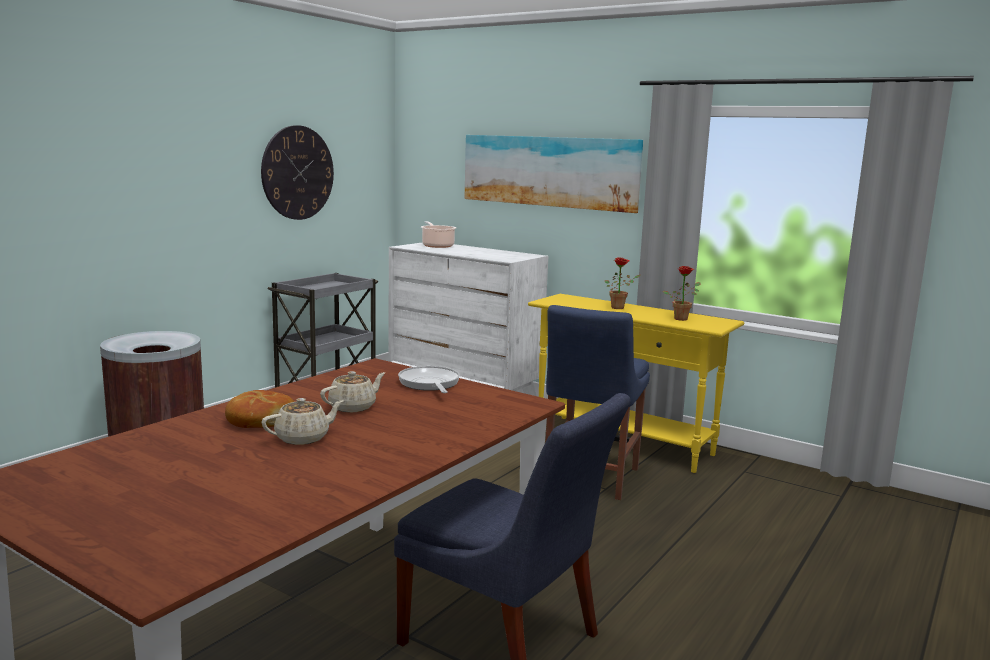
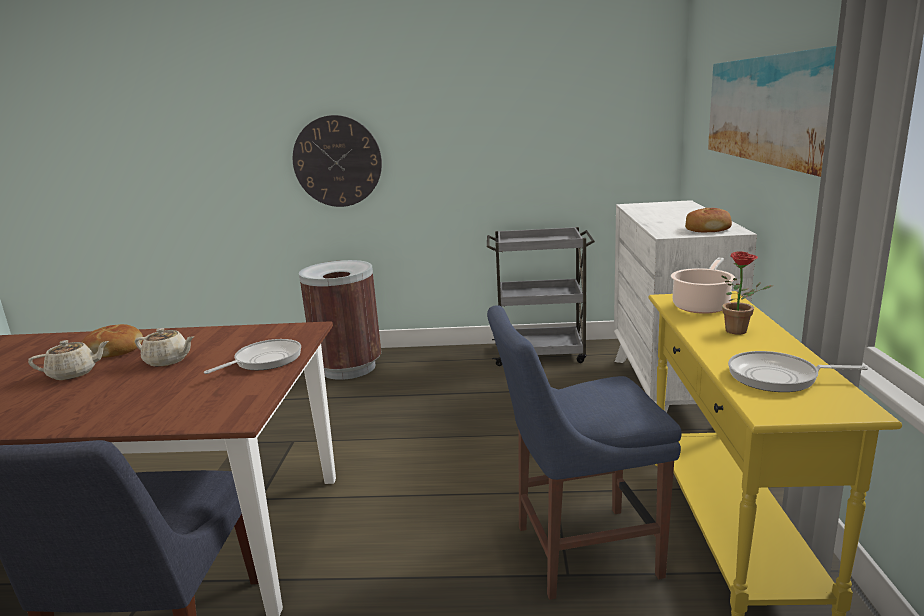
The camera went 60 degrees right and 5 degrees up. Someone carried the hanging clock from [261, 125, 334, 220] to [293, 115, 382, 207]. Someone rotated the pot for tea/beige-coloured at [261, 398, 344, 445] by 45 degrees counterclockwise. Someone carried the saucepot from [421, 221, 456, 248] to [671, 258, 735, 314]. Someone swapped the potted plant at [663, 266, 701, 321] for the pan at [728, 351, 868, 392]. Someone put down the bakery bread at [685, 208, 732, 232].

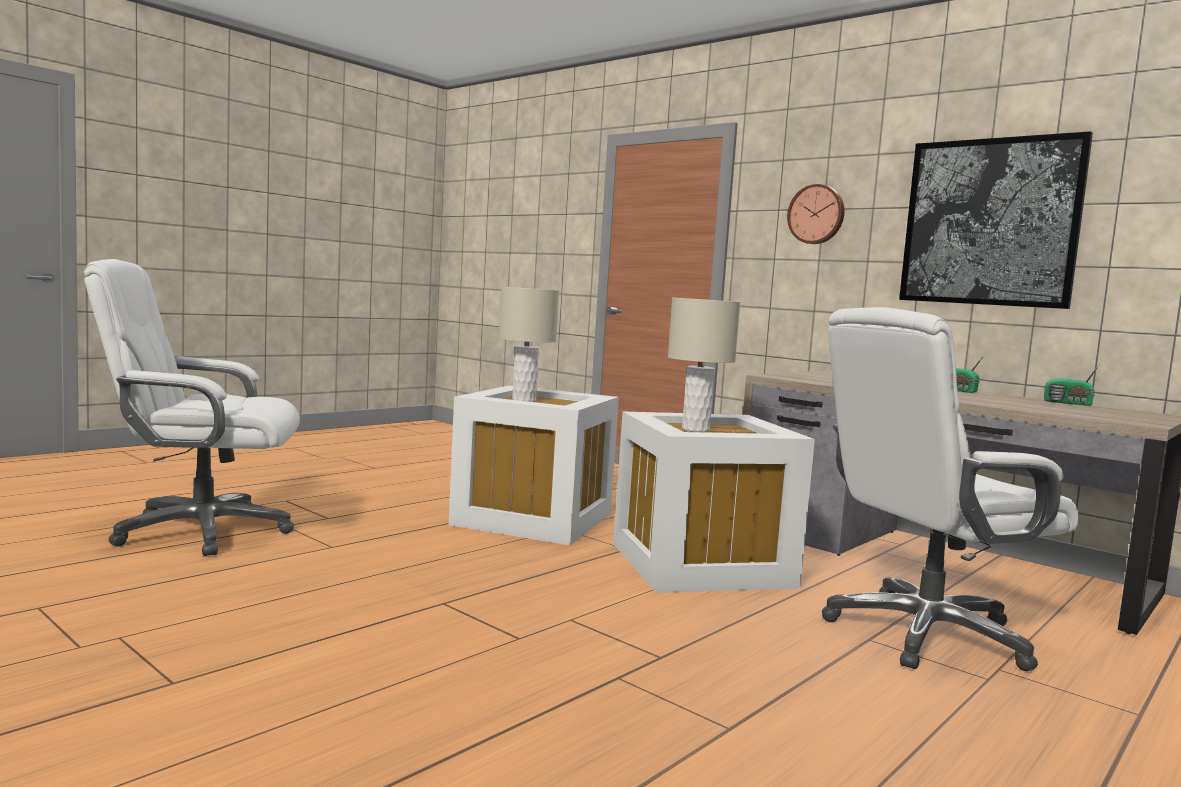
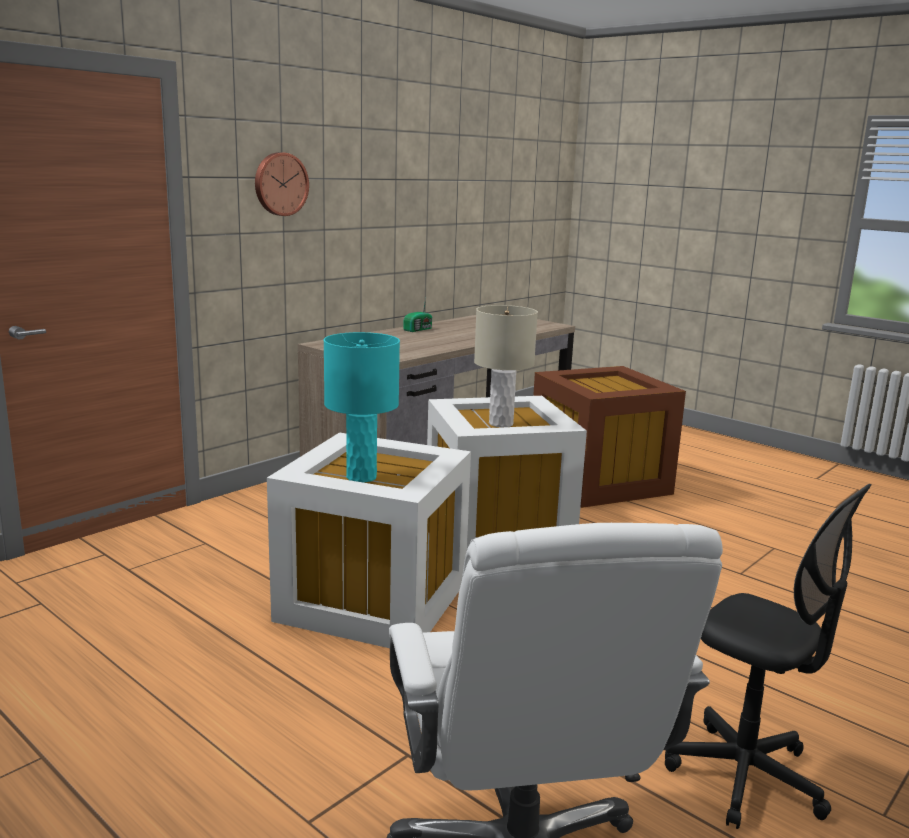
The camera went 90 degrees left and 10 degrees up. Someone repainted the lamp for a table/beige-coloured at [499, 287, 559, 402], which became the lamp for a table/turquoise at [324, 332, 400, 483]. Someone swapped the office chair/whitish at [822, 307, 1079, 671] for the storage box/brown at [533, 366, 686, 508]. Someone took away the wall picture at [899, 131, 1093, 309]. Someone took away the radio set at [1044, 363, 1101, 406]. Someone put down the office chair/black-coloured at [665, 484, 872, 829].

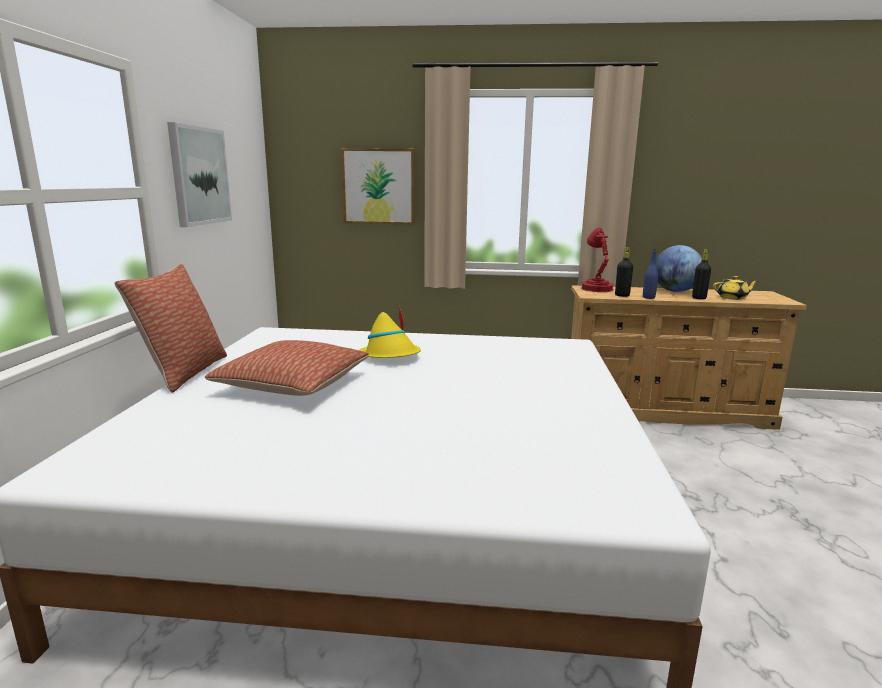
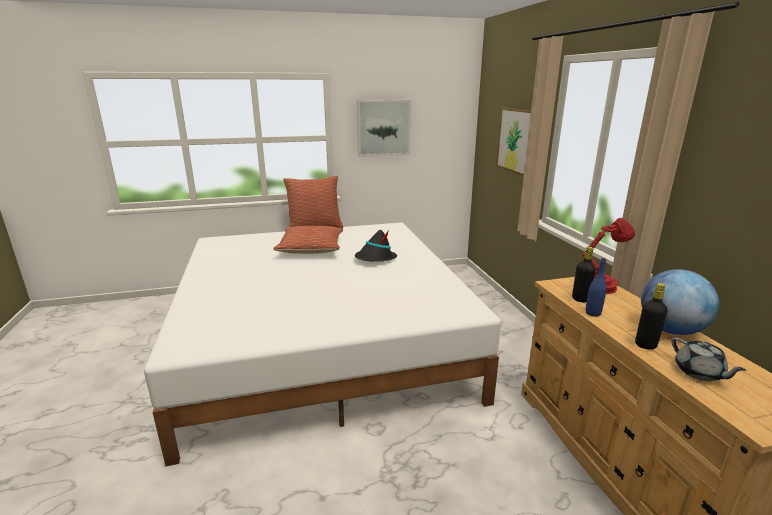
The camera went 70 degrees right and 5 degrees up. Someone repainted the hat/yellow at [359, 305, 421, 358], which became the hat/black-coloured at [355, 230, 397, 262]. Someone repainted the pot for tea/yellow at [713, 276, 758, 299], which became the pot for tea/greyish at [672, 337, 747, 381].

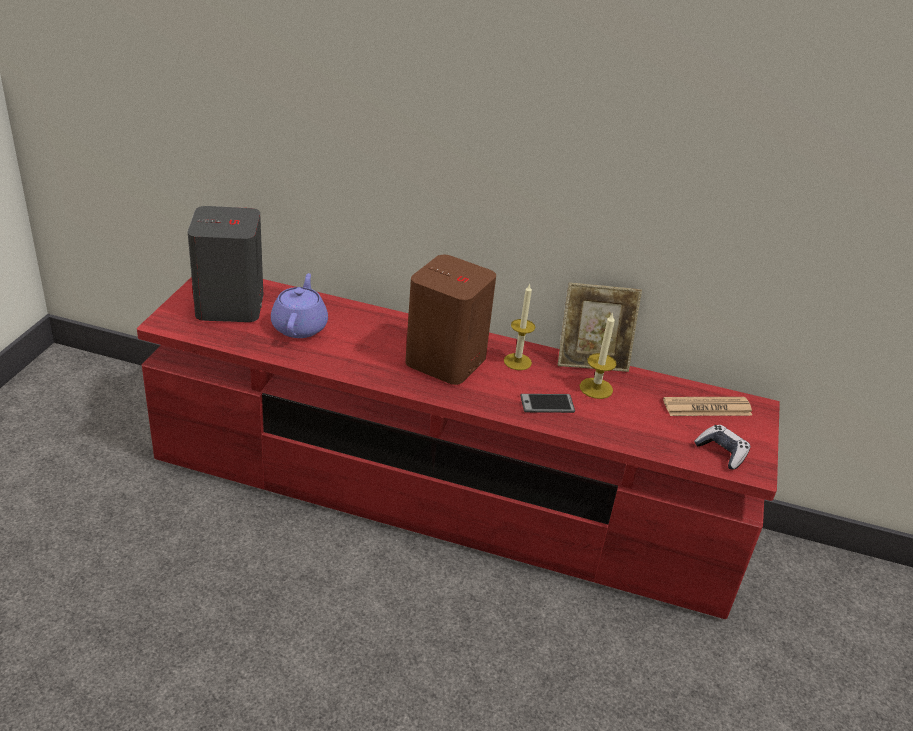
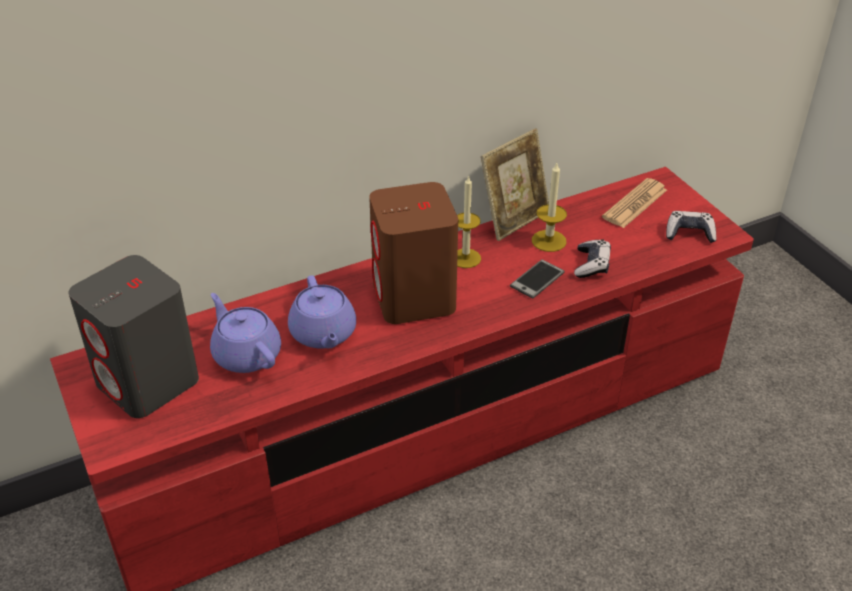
The camera went 40 degrees left and 5 degrees up. Someone put down the pot for tea/purple at [288, 275, 356, 349]. Someone put down the gamepad at [574, 239, 611, 278].

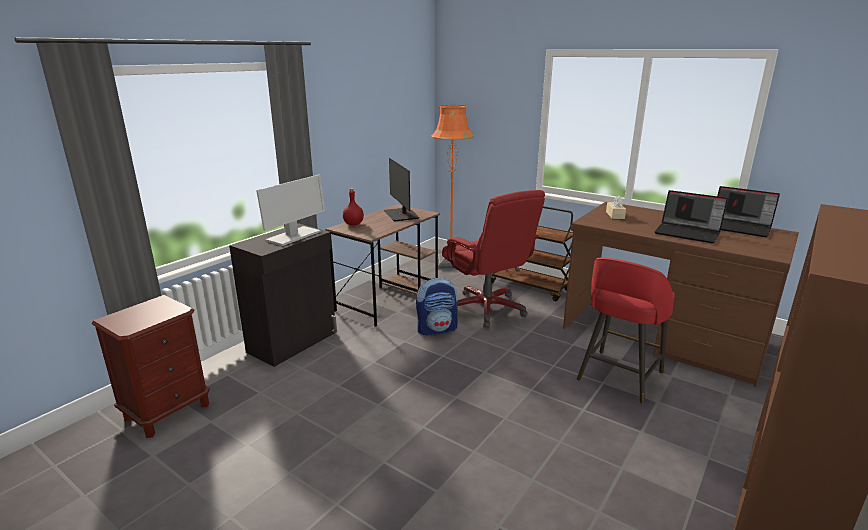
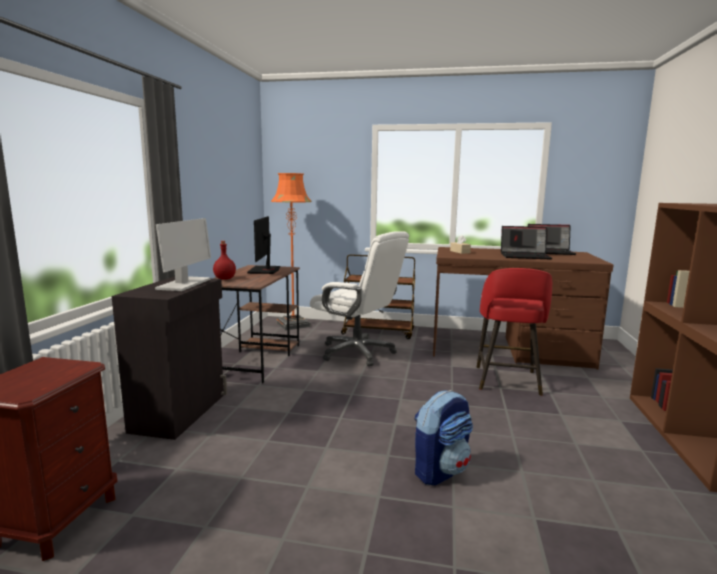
The camera went 25 degrees left and 10 degrees down. Someone rotated the monitor at [384, 158, 419, 221] by 45 degrees clockwise. Someone carried the knapsack from [416, 278, 458, 335] to [414, 390, 473, 486]. Someone repainted the office chair/reddish at [442, 190, 545, 328], which became the office chair/whitish at [310, 231, 409, 366].

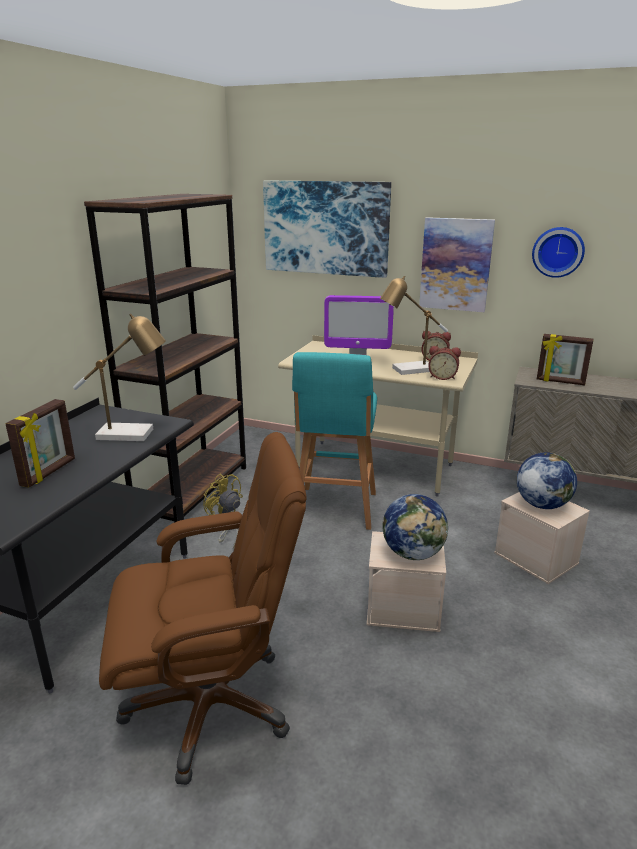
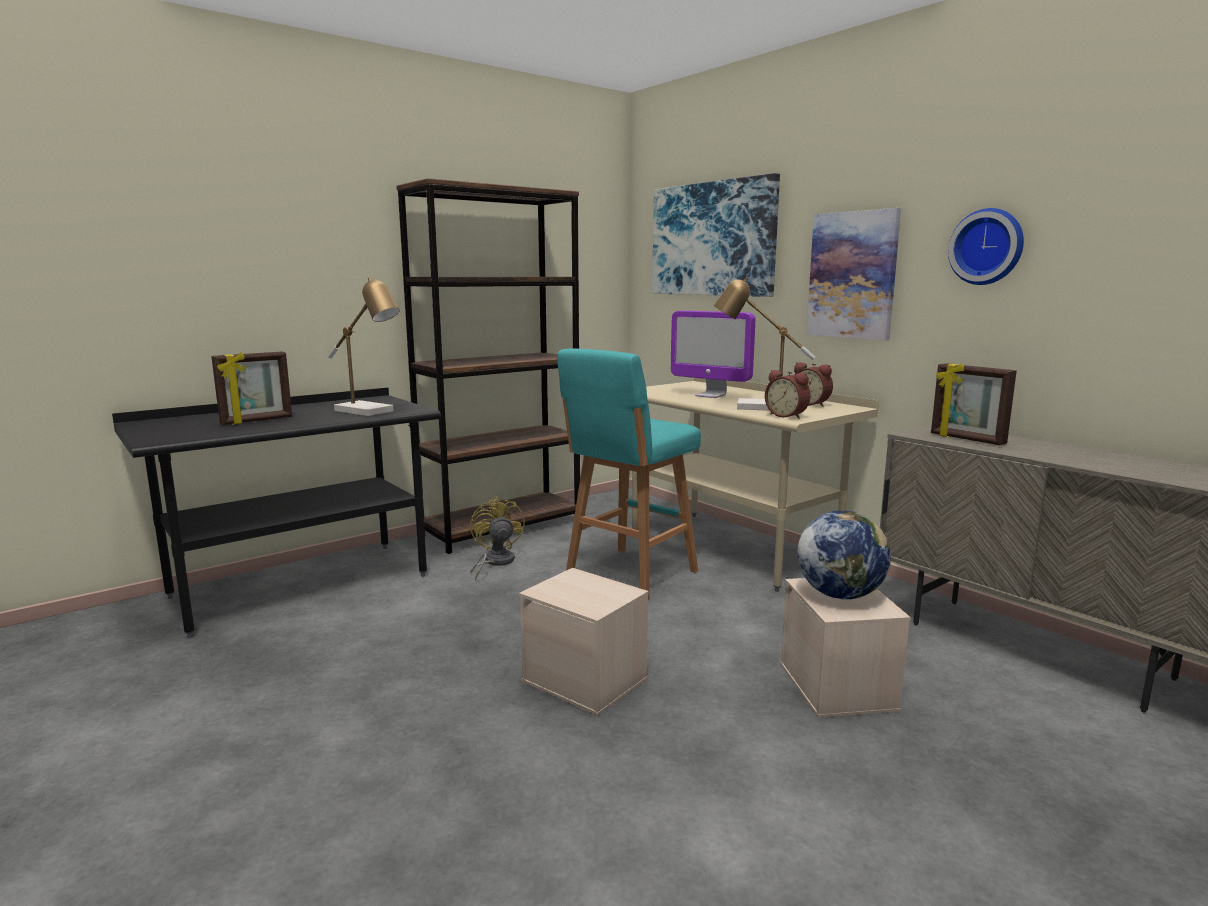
The camera went 30 degrees right and 10 degrees down. Someone took away the office chair/brown at [99, 432, 307, 785]. Someone took away the world globe at [382, 494, 448, 560].

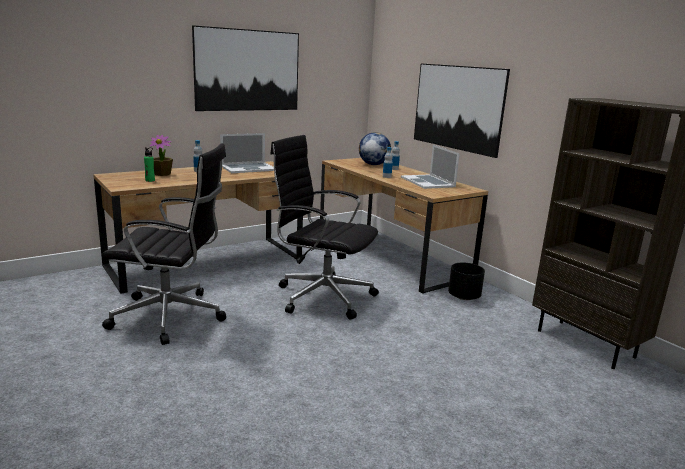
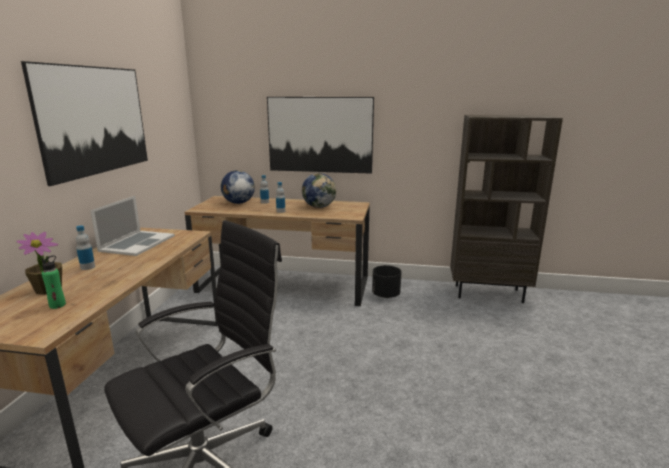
The camera went 45 degrees left and 0 degrees up. Someone took away the office chair/black-coloured at [270, 135, 379, 320]. Someone swapped the notebook computer at [401, 145, 460, 189] for the world globe at [302, 173, 336, 208].

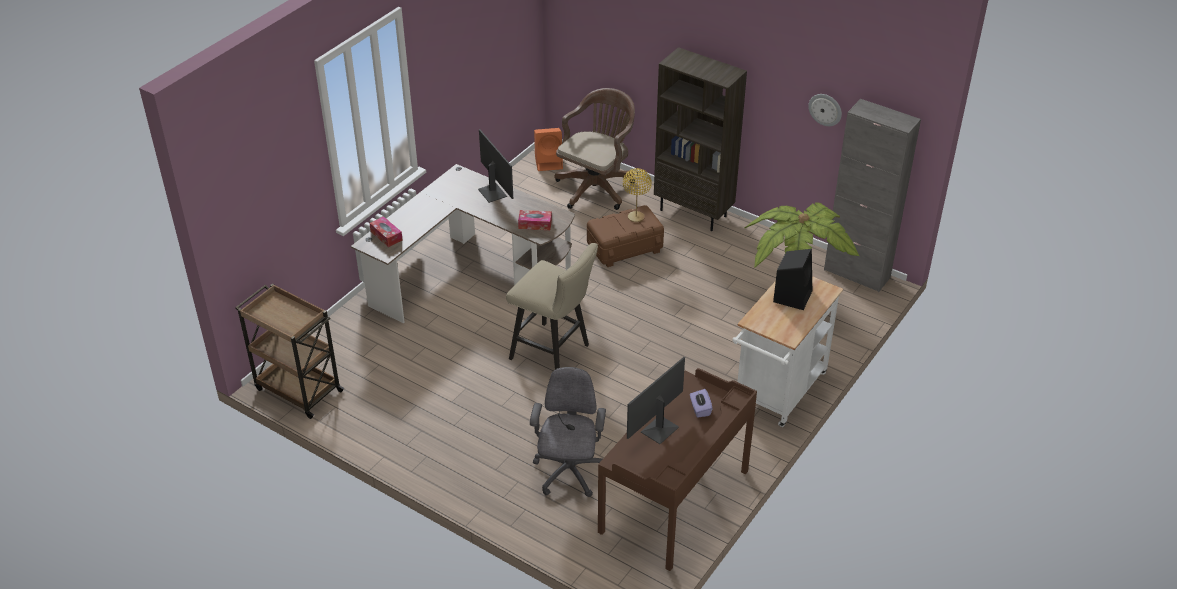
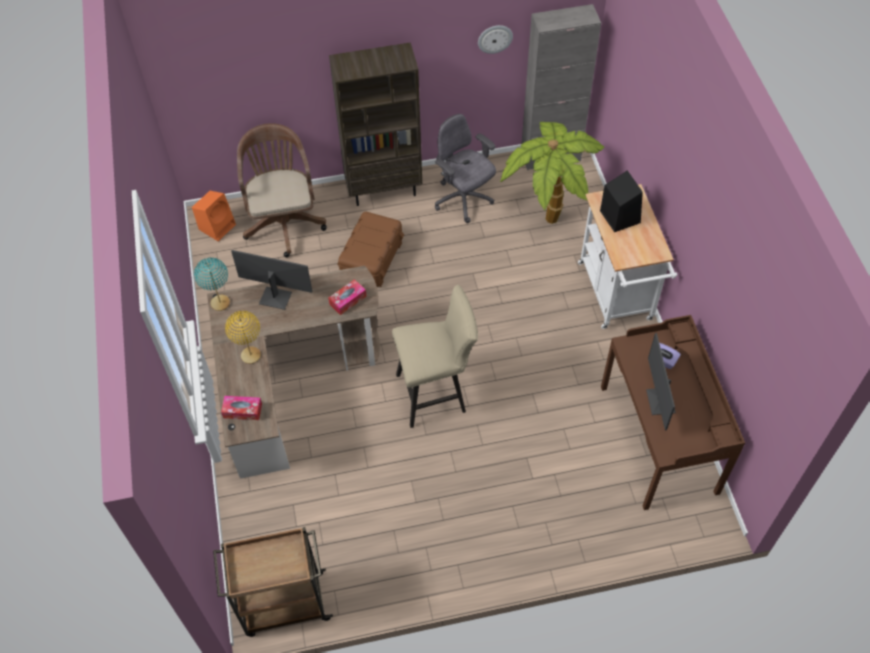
The camera went 45 degrees left and 15 degrees up. Someone carried the office chair/greyish from [530, 367, 606, 497] to [435, 114, 496, 223]. Someone carried the lamp for a table/yellow from [623, 168, 652, 222] to [225, 311, 261, 364]. Someone put down the lamp for a table/turquoise at [194, 258, 230, 311].

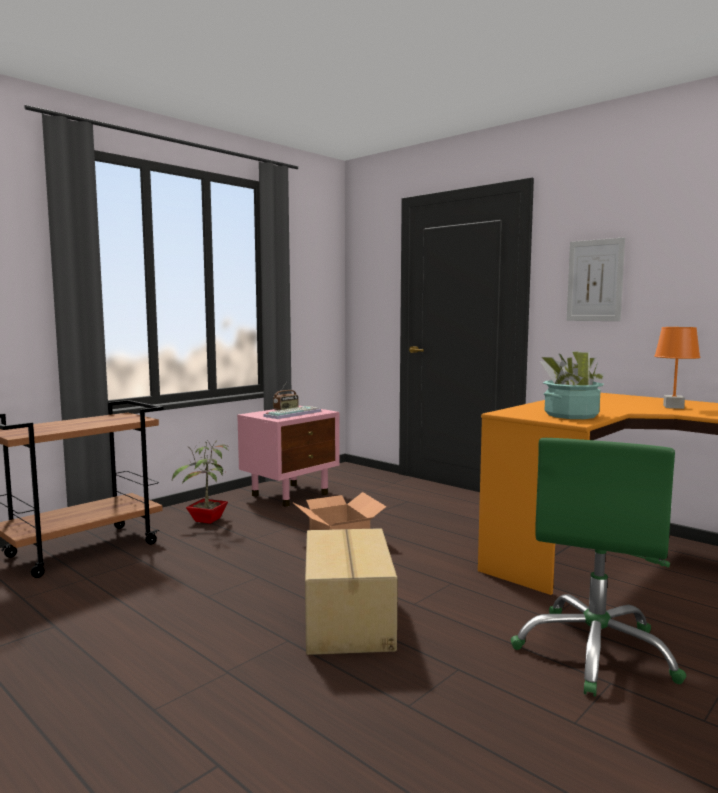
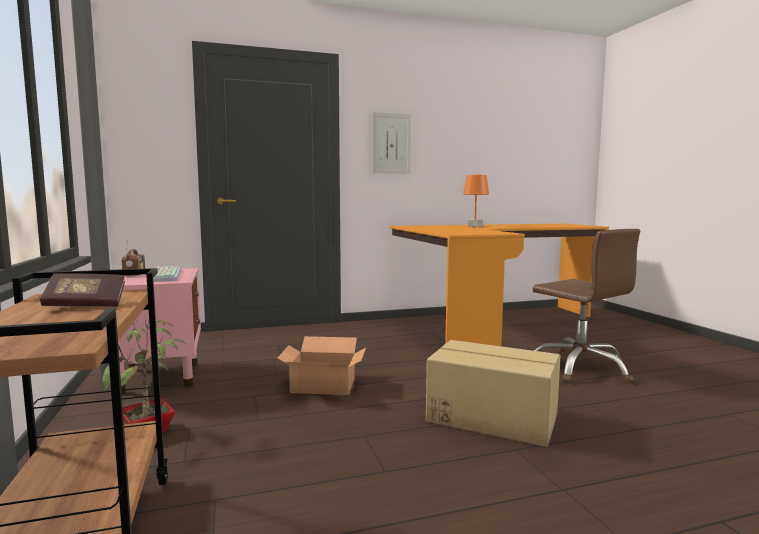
The camera went 60 degrees left and 0 degrees up. Someone repainted the office chair/green at [511, 438, 686, 697], which became the office chair/brown at [533, 229, 640, 384]. Someone took away the potted plant at [540, 351, 604, 419]. Someone put down the book at [40, 273, 125, 307].

